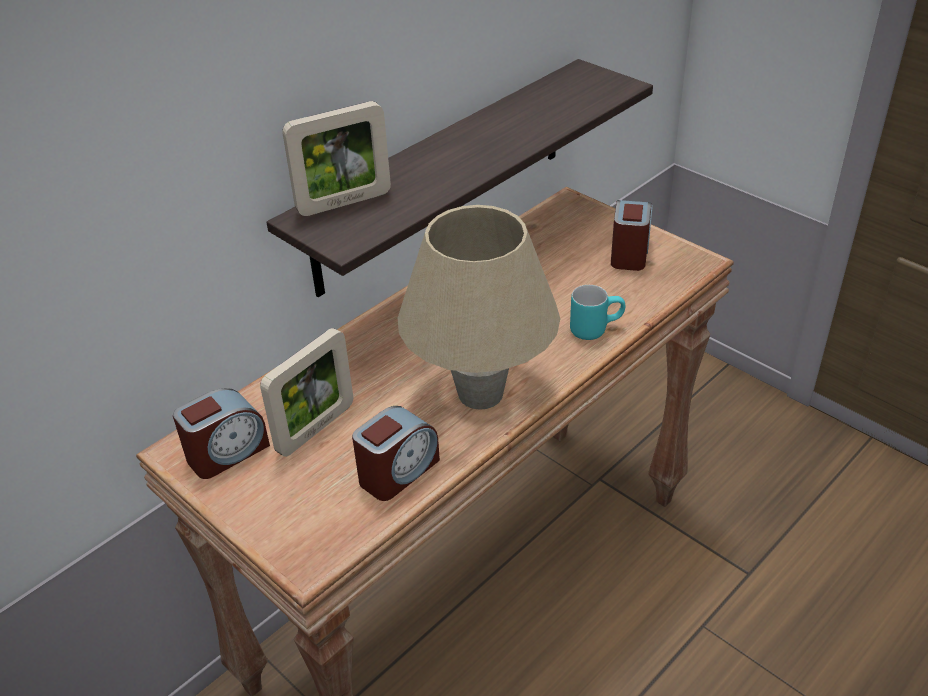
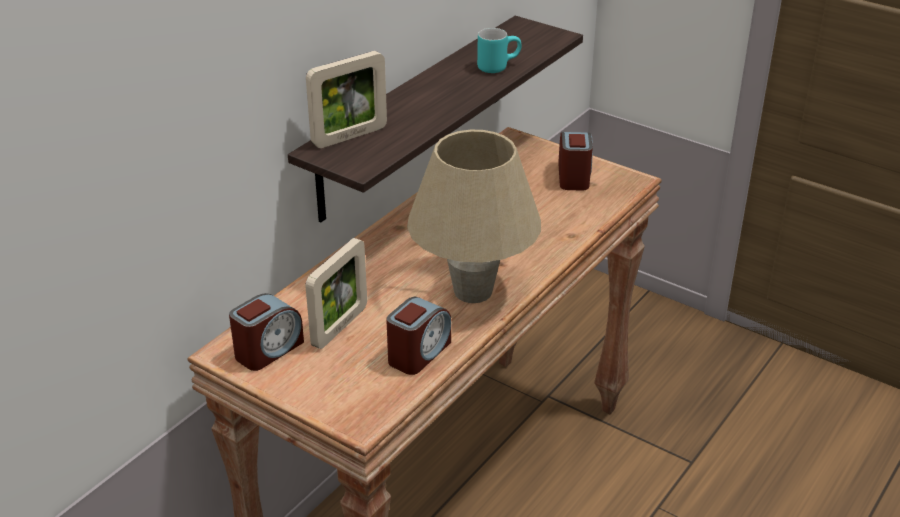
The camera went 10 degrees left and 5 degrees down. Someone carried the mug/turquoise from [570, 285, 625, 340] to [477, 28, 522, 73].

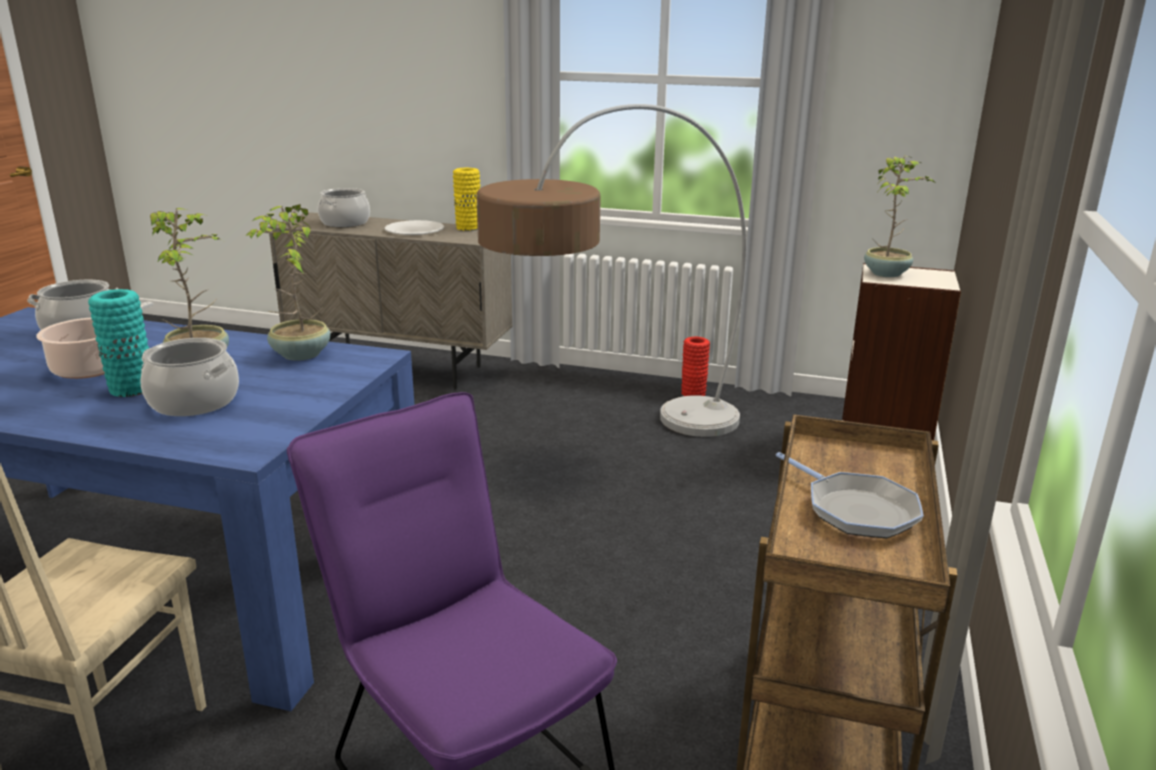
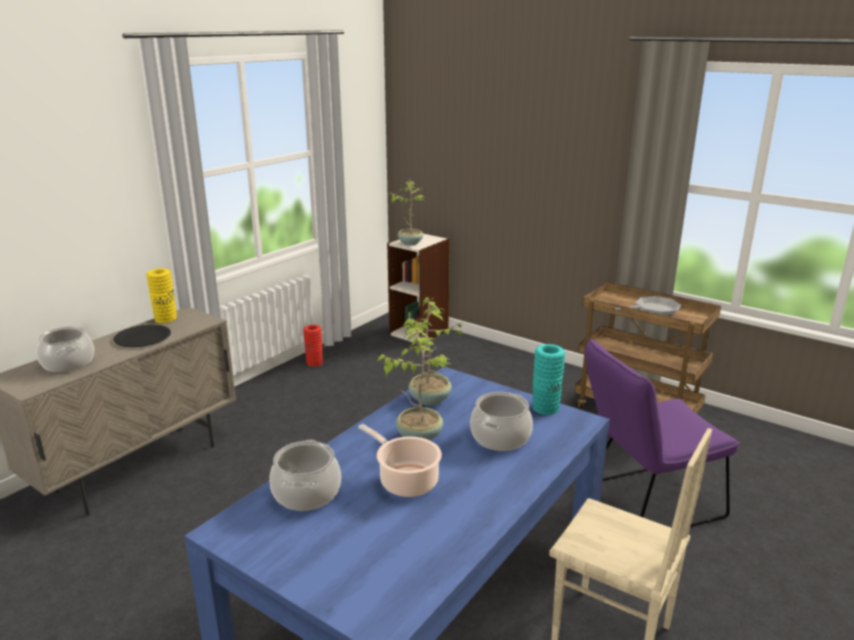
The camera went 70 degrees left and 0 degrees up. Someone carried the vase/turquoise from [88, 289, 149, 397] to [532, 344, 565, 415]. Someone repainted the dinner plate/whitish at [385, 220, 444, 235], which became the dinner plate/black-coloured at [113, 325, 171, 347]. Someone took away the standard lamp at [476, 104, 747, 437].

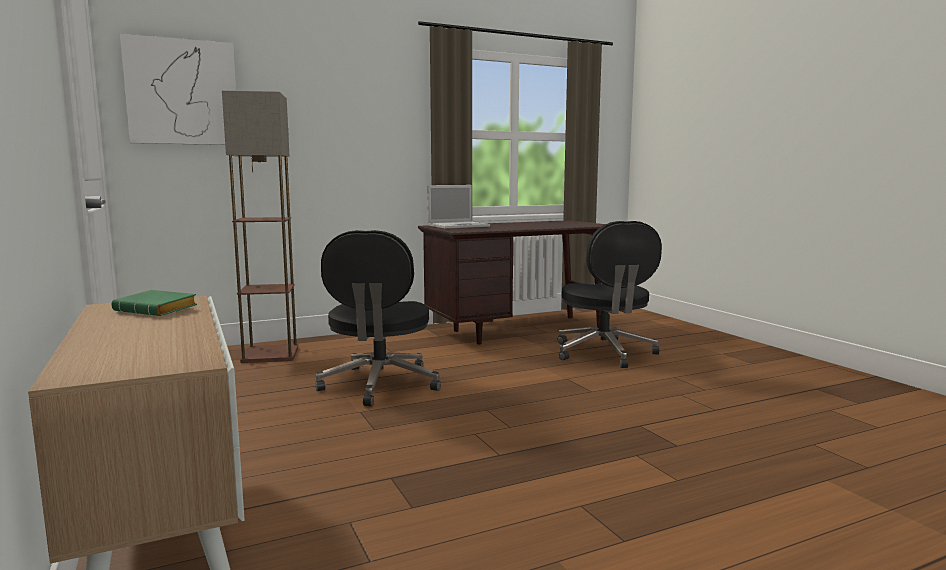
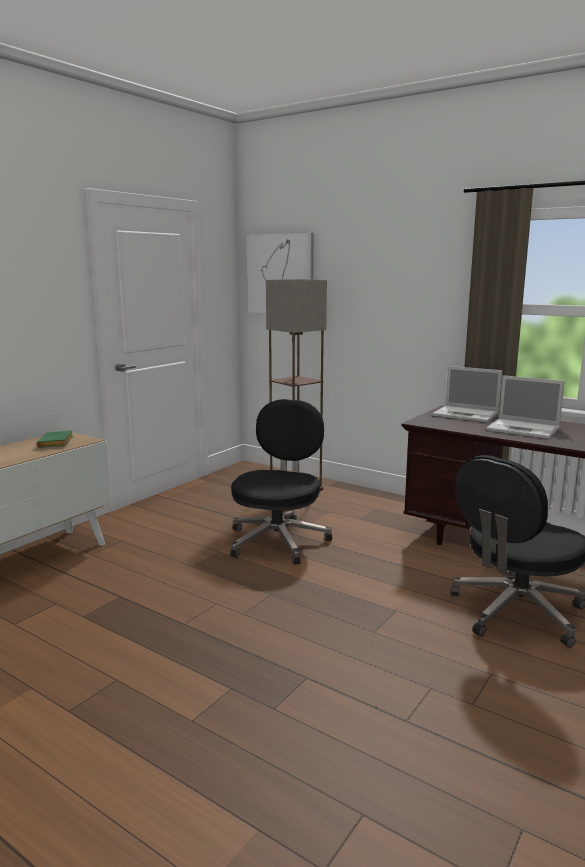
The camera went 60 degrees right and 5 degrees up. Someone rotated the office chair/black-coloured at [315, 230, 441, 406] by 135 degrees clockwise. Someone put down the notebook computer at [486, 375, 565, 439].

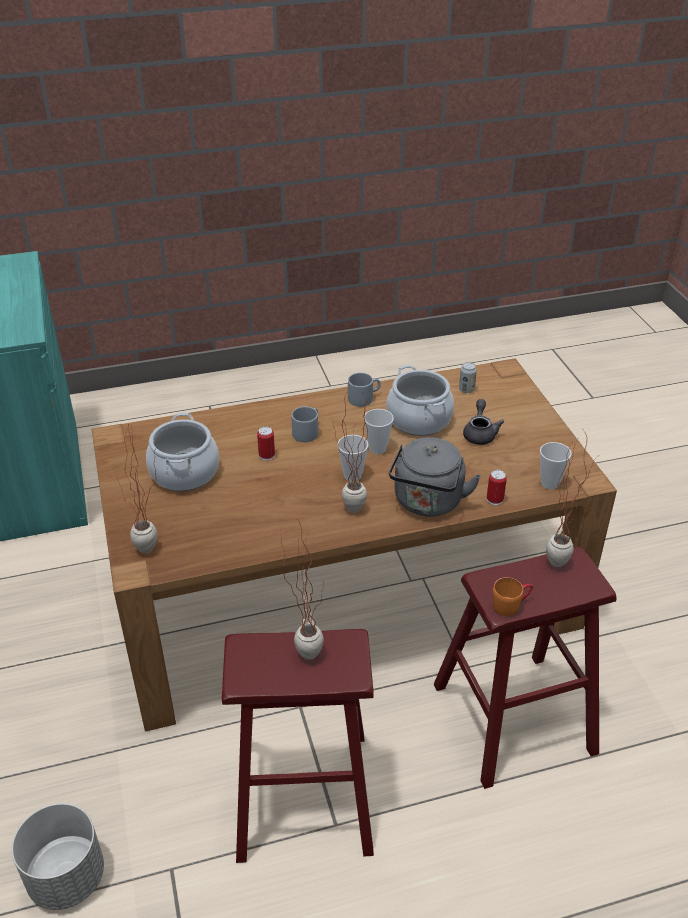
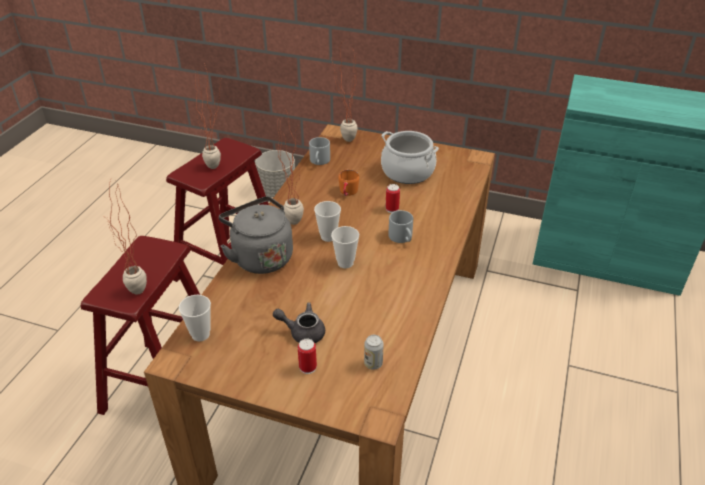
The camera went 125 degrees right and 0 degrees up. Someone carried the mug/greyish from [348, 373, 381, 407] to [309, 137, 330, 165]. Someone took away the saucepot at [386, 365, 454, 436]. Someone rotated the pot for tea/greyish at [463, 399, 504, 445] by 150 degrees clockwise. Someone carried the metal can from [487, 470, 507, 505] to [298, 339, 317, 374]. Someone carried the mug/orange-coloured from [493, 577, 533, 616] to [338, 170, 359, 196].

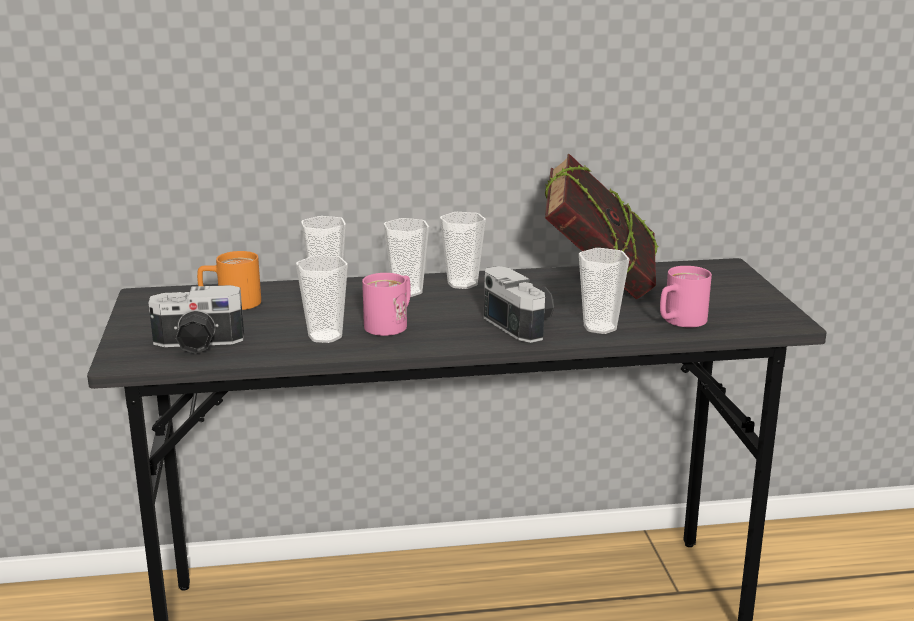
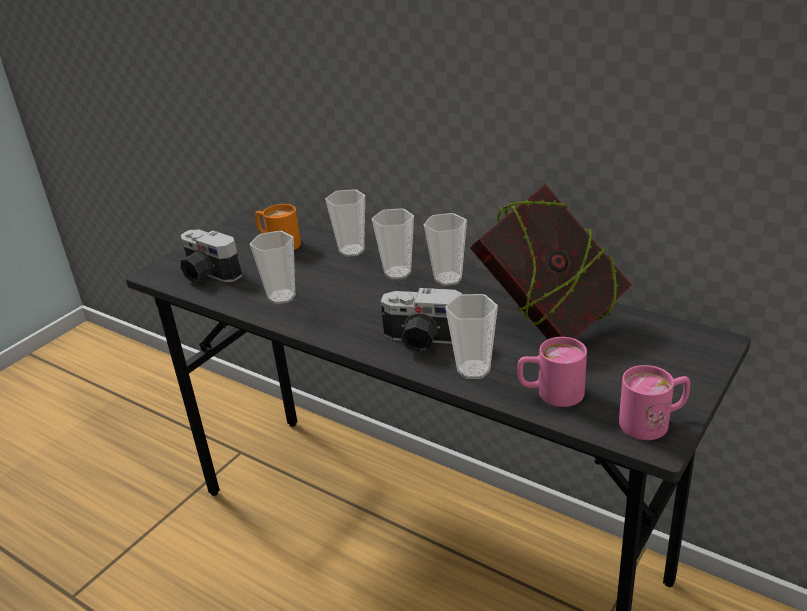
The camera went 45 degrees right and 10 degrees up. Someone carried the mug/pinkish from [362, 273, 411, 336] to [619, 365, 690, 440]. Someone rotated the still camera at [484, 266, 554, 343] by 90 degrees clockwise.

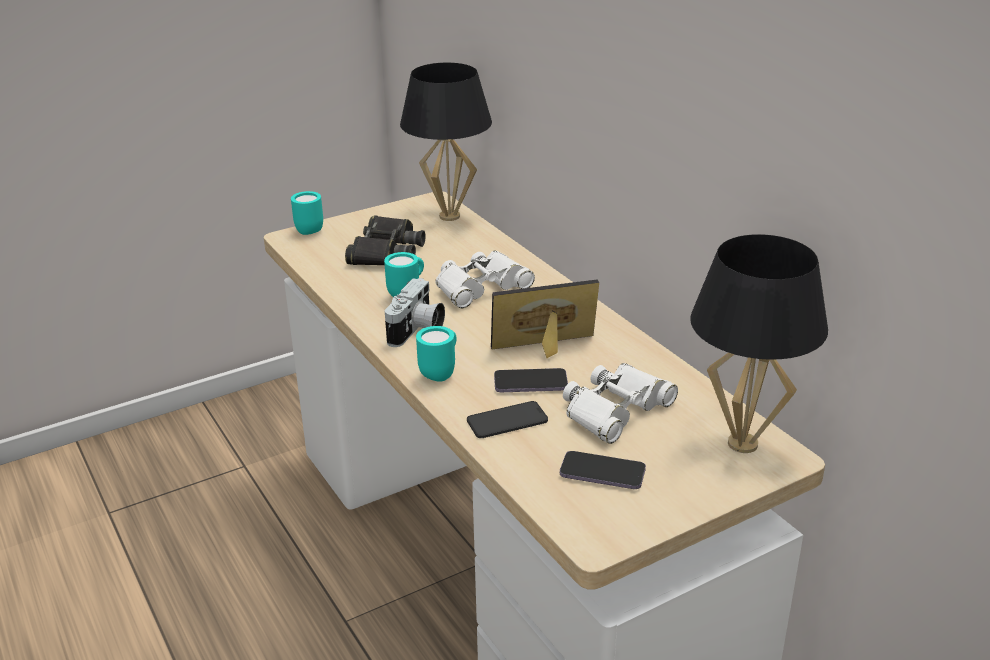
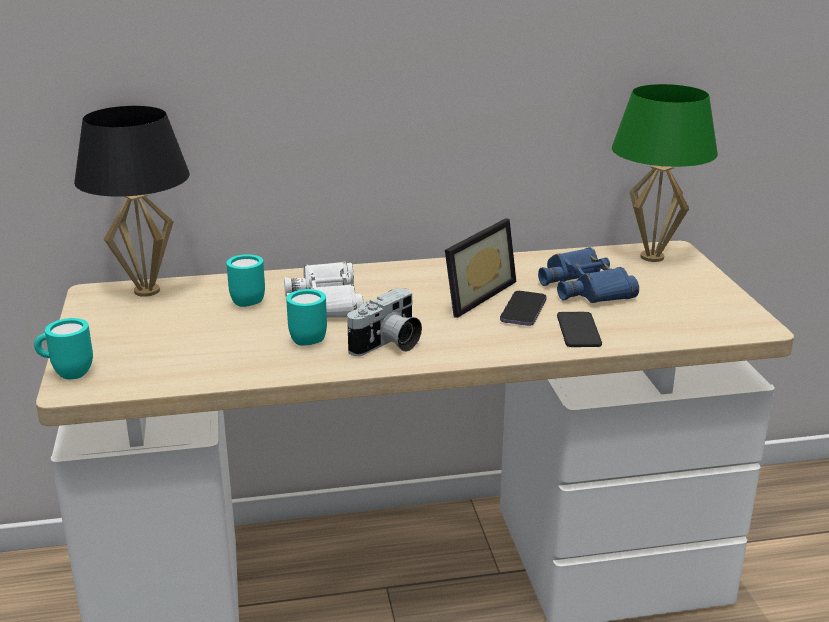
The camera went 70 degrees left and 5 degrees down. Someone took away the binoculars/black-coloured at [345, 215, 426, 265]. Someone rotated the still camera at [385, 278, 445, 347] by 90 degrees clockwise. Someone carried the mug/turquoise from [416, 326, 457, 382] to [226, 254, 265, 307]. Someone rotated the picture frame at [491, 279, 599, 358] by 150 degrees counterclockwise. Someone took away the handset at [560, 451, 646, 489]. Someone repainted the binoculars/whitish at [563, 363, 678, 444], which became the binoculars/bluish at [538, 247, 639, 303]. Someone repainted the lamp for a table/black-coloured at [690, 234, 828, 453], which became the lamp for a table/green at [612, 84, 718, 262].

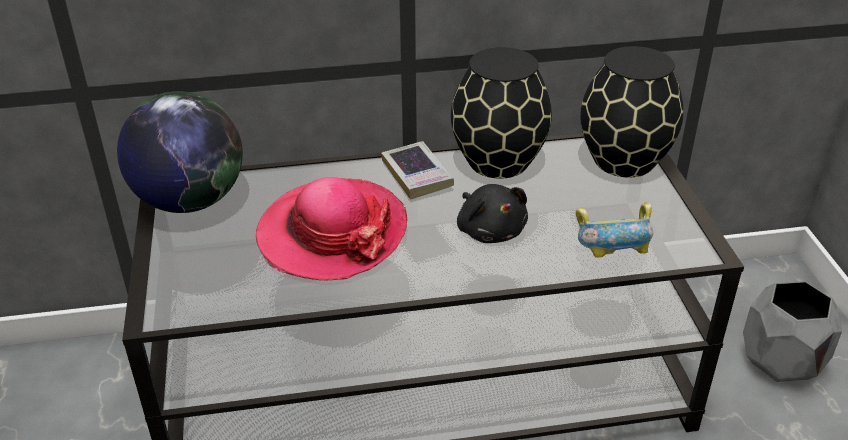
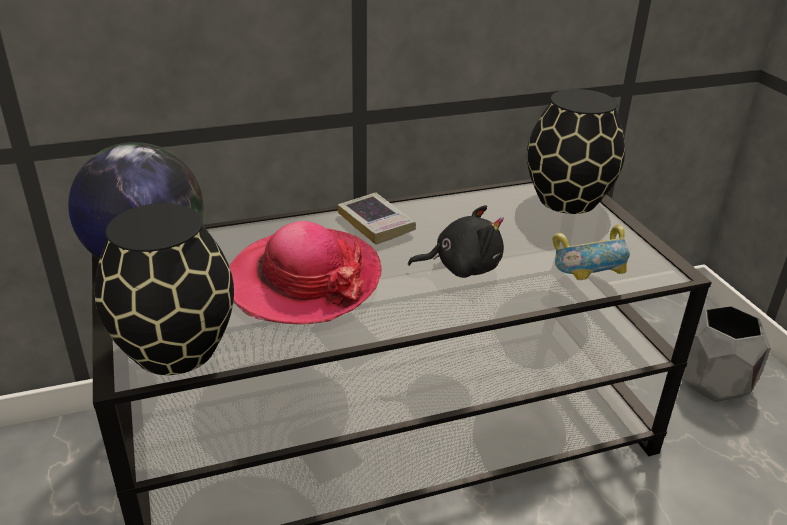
The camera went 10 degrees left and 5 degrees down. Someone carried the vase/black-coloured from [451, 47, 552, 179] to [94, 203, 234, 375]. Someone rotated the cuddly toy/black-coloured at [457, 184, 528, 243] by 60 degrees counterclockwise.

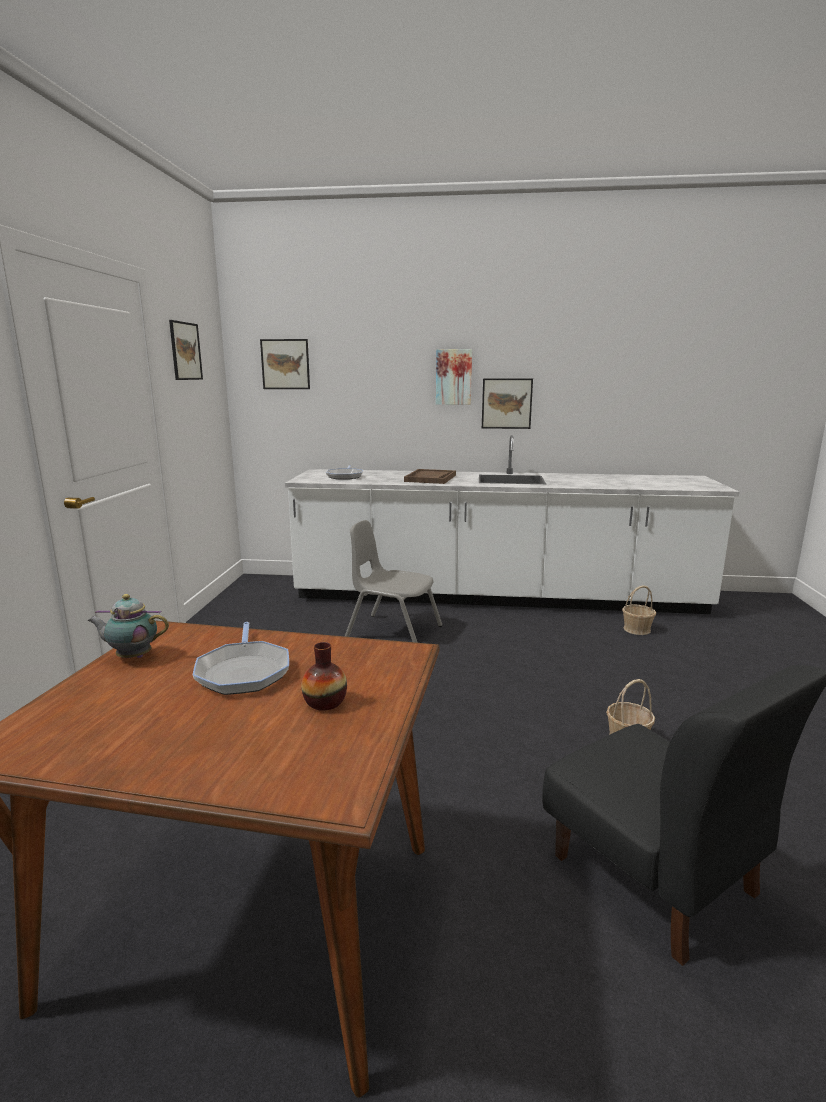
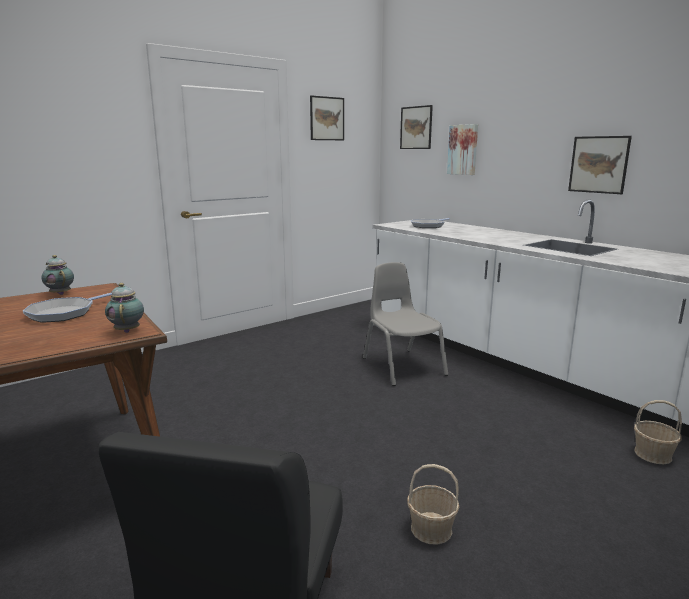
The camera went 45 degrees right and 0 degrees up. Someone took away the vase at [302, 642, 347, 711]. Someone took away the carrying tray/brown at [404, 469, 456, 484]. Someone carried the wall picture from [436, 349, 472, 405] to [447, 124, 478, 175]. Someone put down the pot for tea at [105, 283, 144, 333].

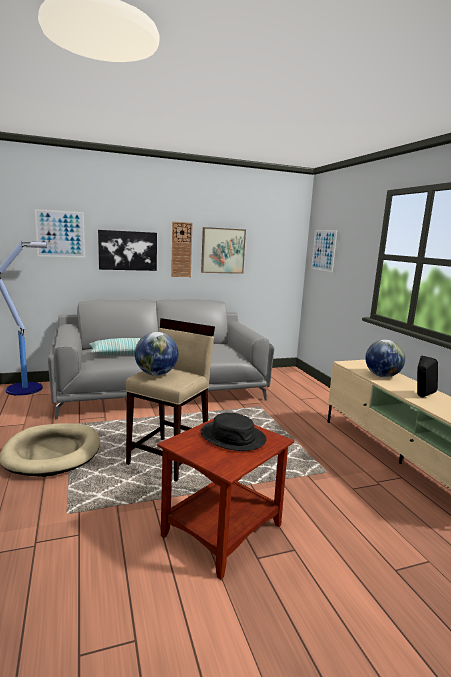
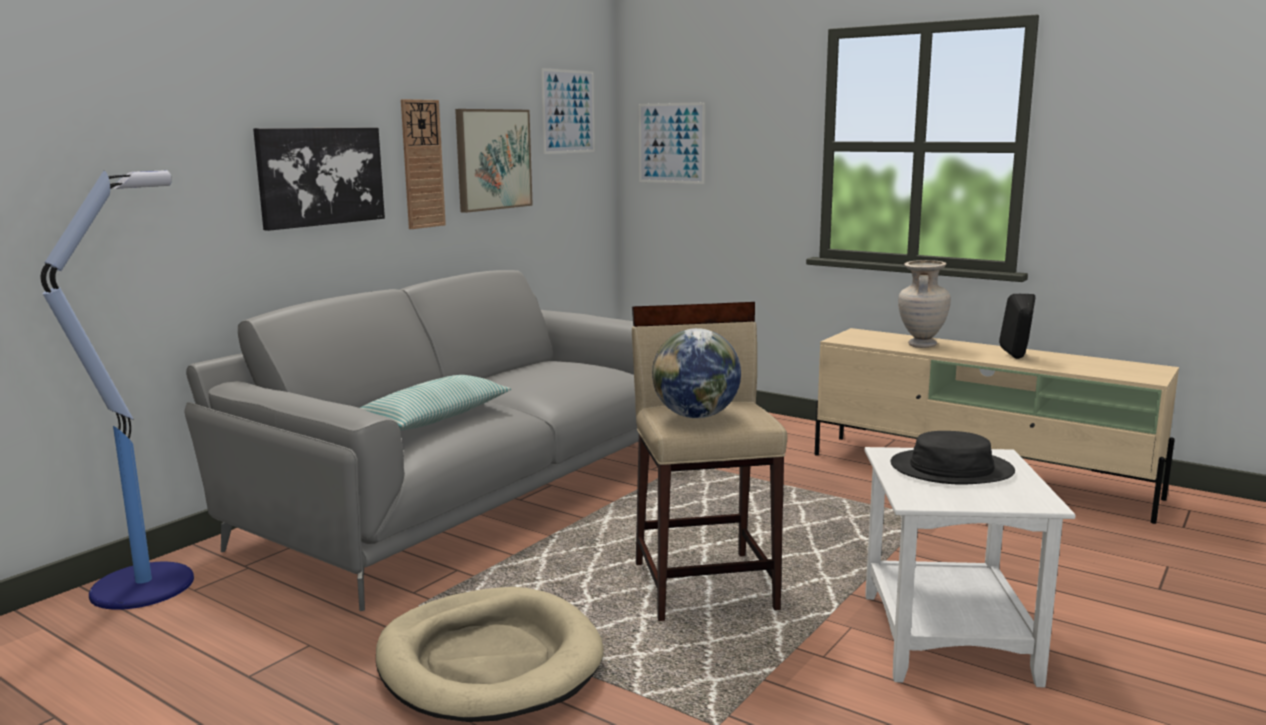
The camera went 35 degrees left and 0 degrees up. Someone carried the wall picture from [35, 209, 85, 258] to [541, 68, 595, 154]. Someone repainted the end table/brown at [157, 418, 294, 580], which became the end table/whitish at [865, 447, 1075, 687]. Someone swapped the world globe at [365, 340, 405, 377] for the vase/beige-coloured at [898, 260, 951, 348].

